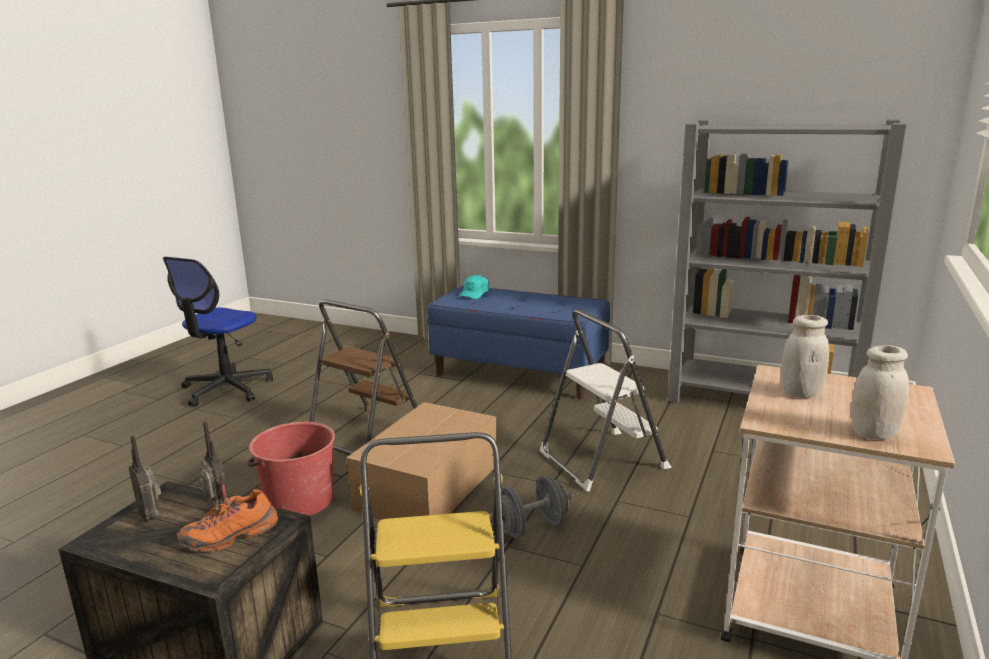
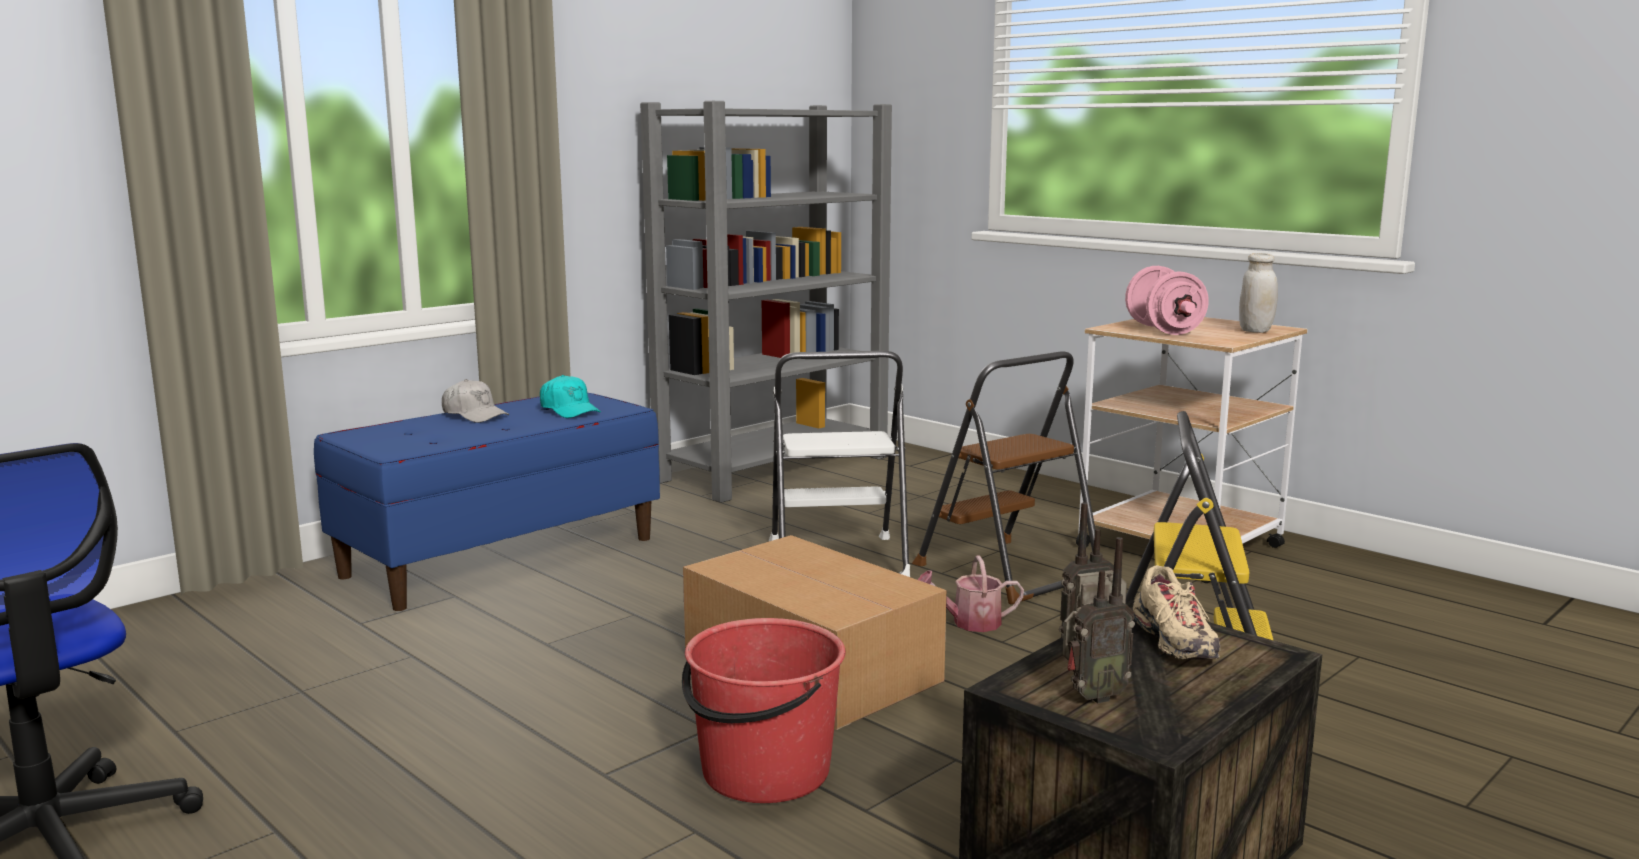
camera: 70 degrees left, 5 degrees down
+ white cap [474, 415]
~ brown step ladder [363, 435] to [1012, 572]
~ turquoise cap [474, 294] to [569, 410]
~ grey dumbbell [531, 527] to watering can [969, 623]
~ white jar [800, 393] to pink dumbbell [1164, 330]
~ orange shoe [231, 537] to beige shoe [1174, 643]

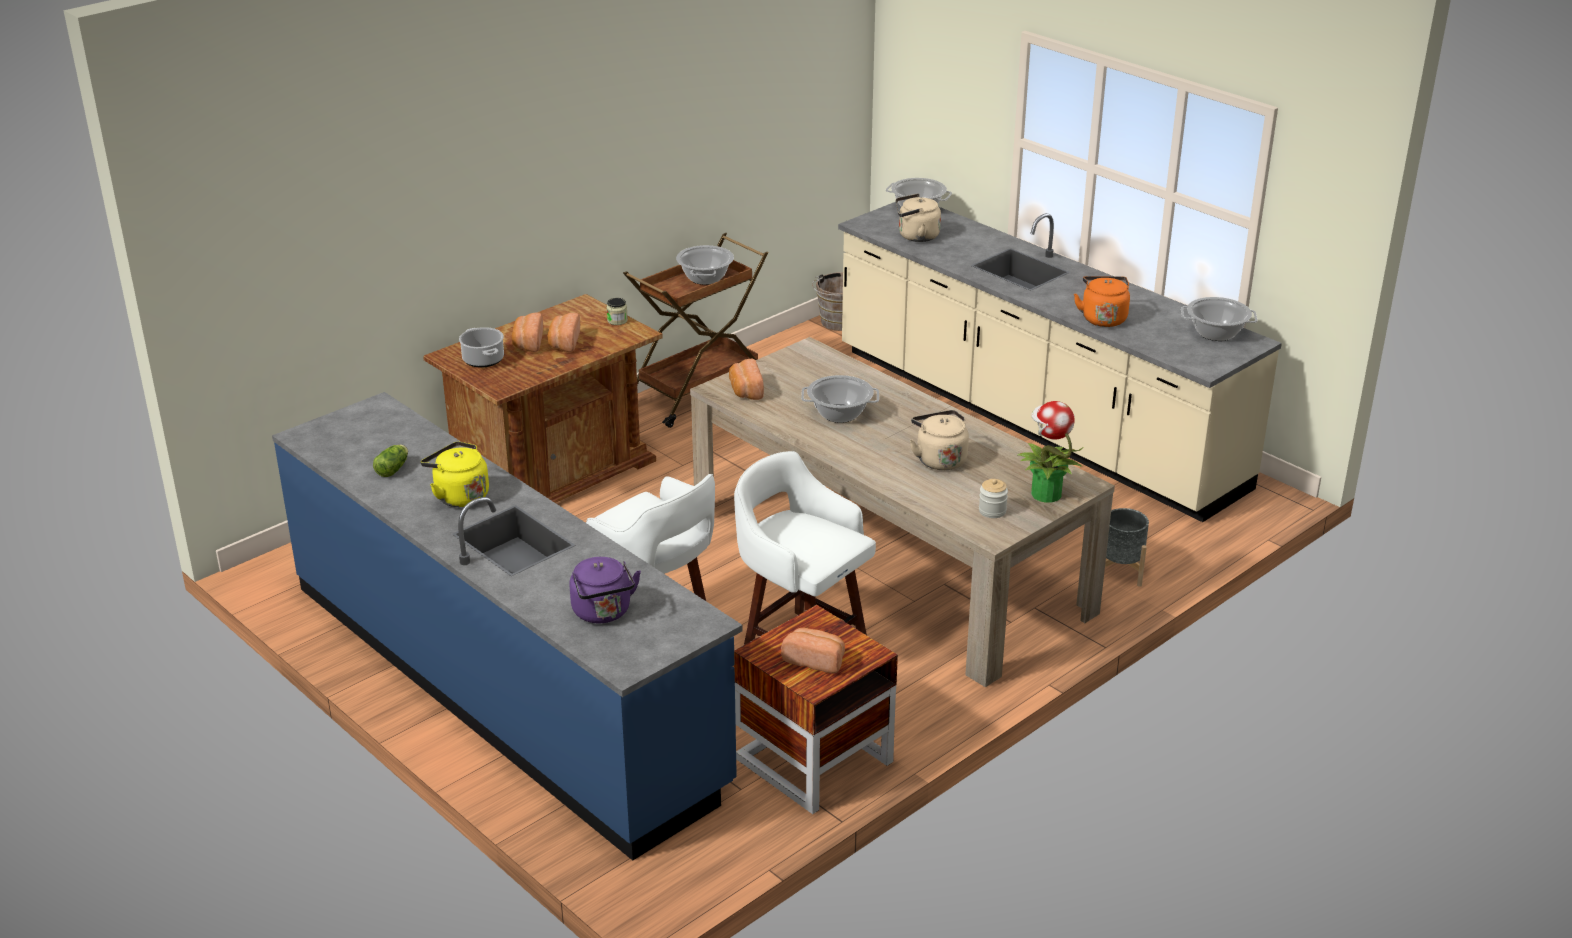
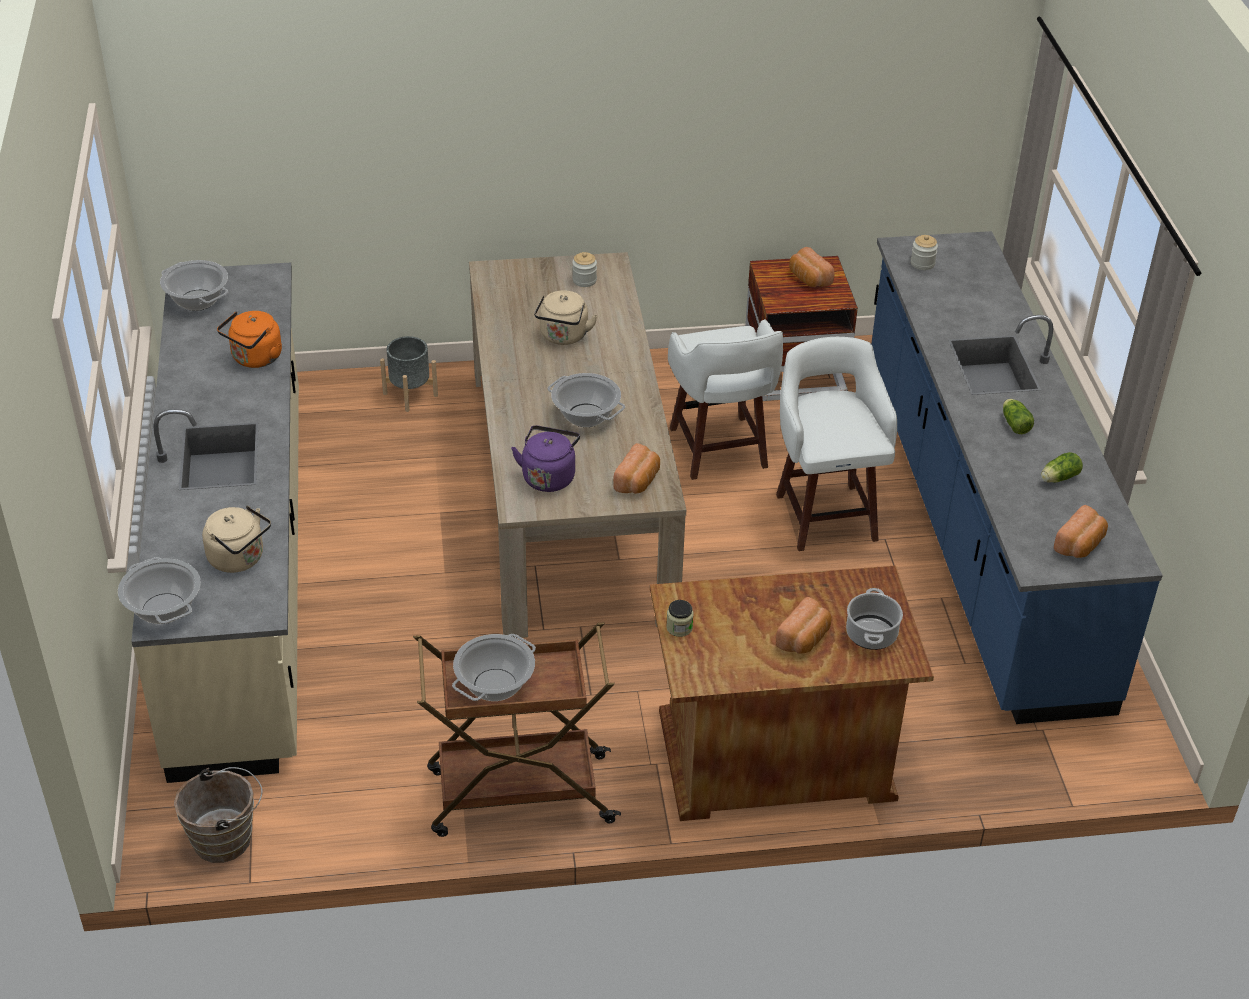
camera: 145 degrees left, 10 degrees up
- potted plant [1045, 494]
+ jar [922, 263]
~ bread [564, 343] to [1080, 545]
~ purple kettle [603, 613] to [549, 476]
~ yellow kettle [459, 496] to lettuce [1014, 423]

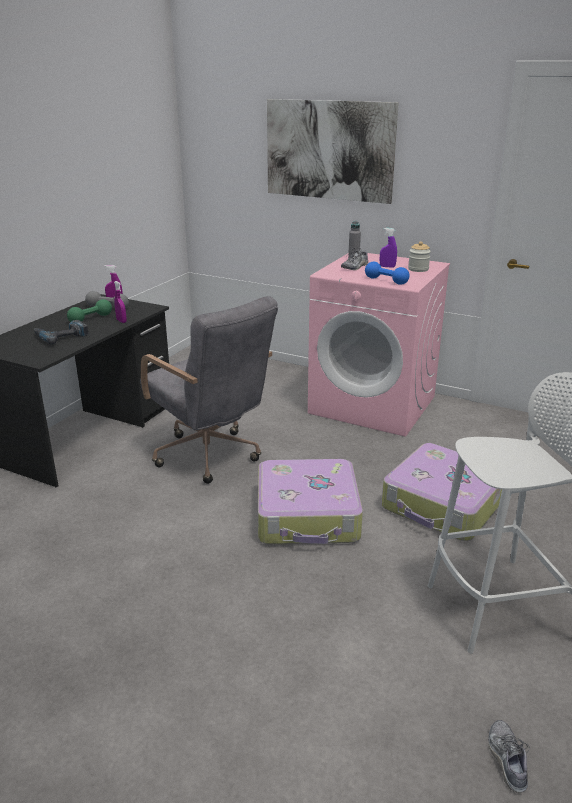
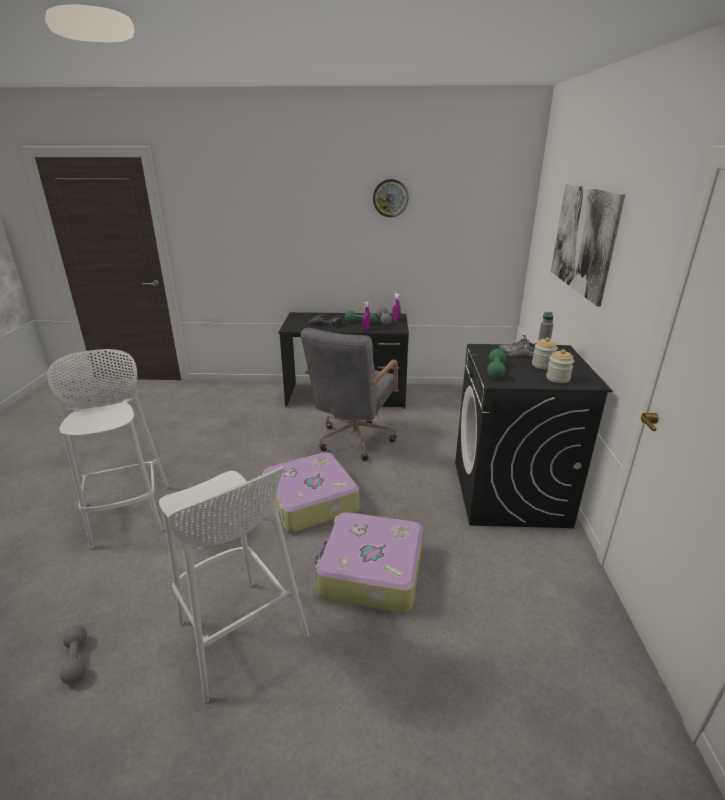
camera: 65 degrees right, 0 degrees up
+ white stool [127, 514]
+ wall clock [390, 198]
~ purple spray bottle [387, 266] to jar [542, 365]
~ shoe [507, 759] to grey dumbbell [76, 660]
~ pink washing machine [373, 404] to black washing machine [510, 493]
~ blue dumbbell [386, 281] to green dumbbell [495, 371]

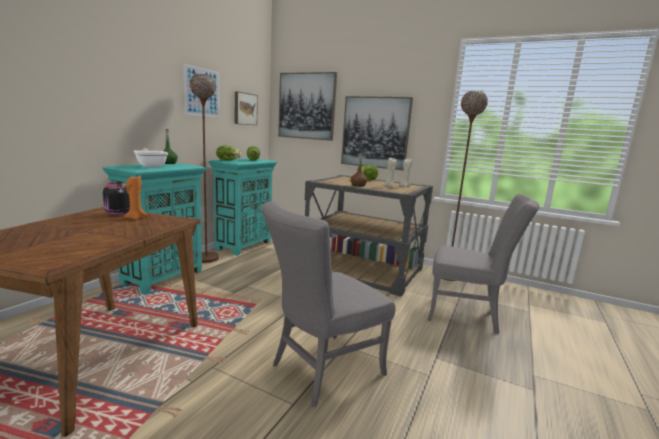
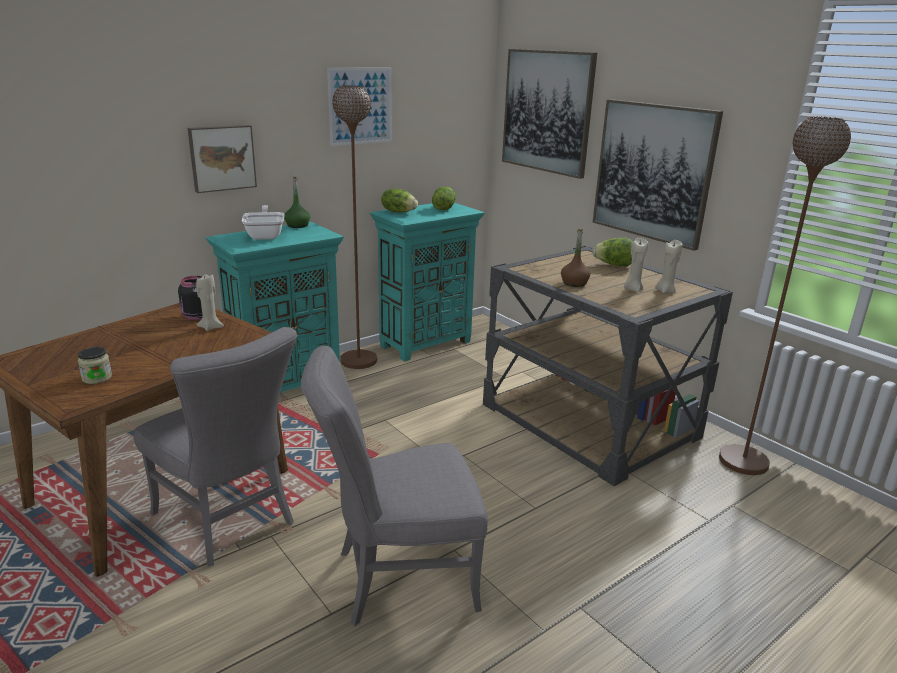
camera: 25 degrees right, 10 degrees up
+ jar [97, 378]
~ picture [244, 109] to [222, 158]
~ grey chair [468, 315] to [230, 521]
~ orange candle [136, 218] to beige candle [211, 327]

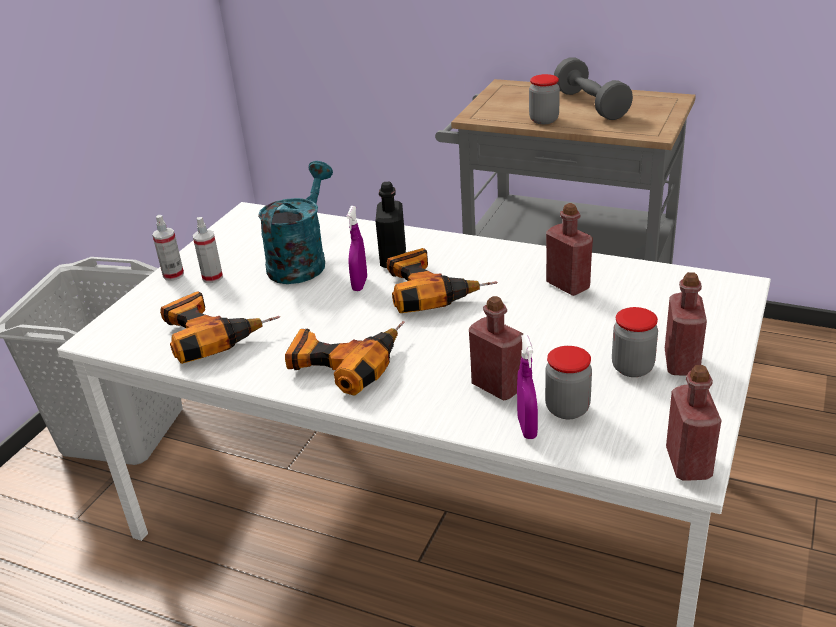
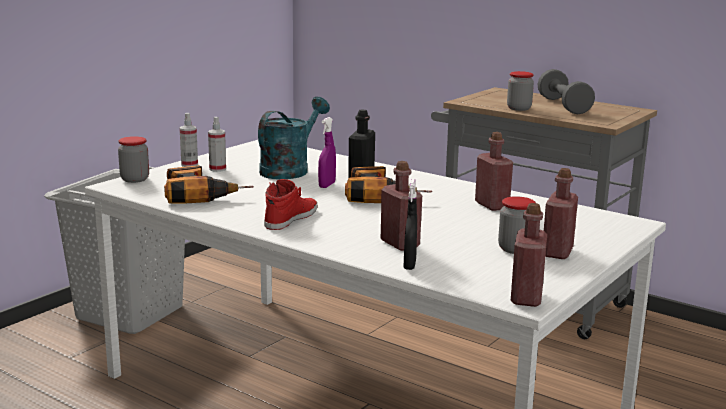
camera: 10 degrees right, 15 degrees down
~ jar [567, 409] to [135, 179]
~ power drill [344, 362] to red shoe [290, 218]
~ purple spray bottle [527, 428] to black spray bottle [409, 265]

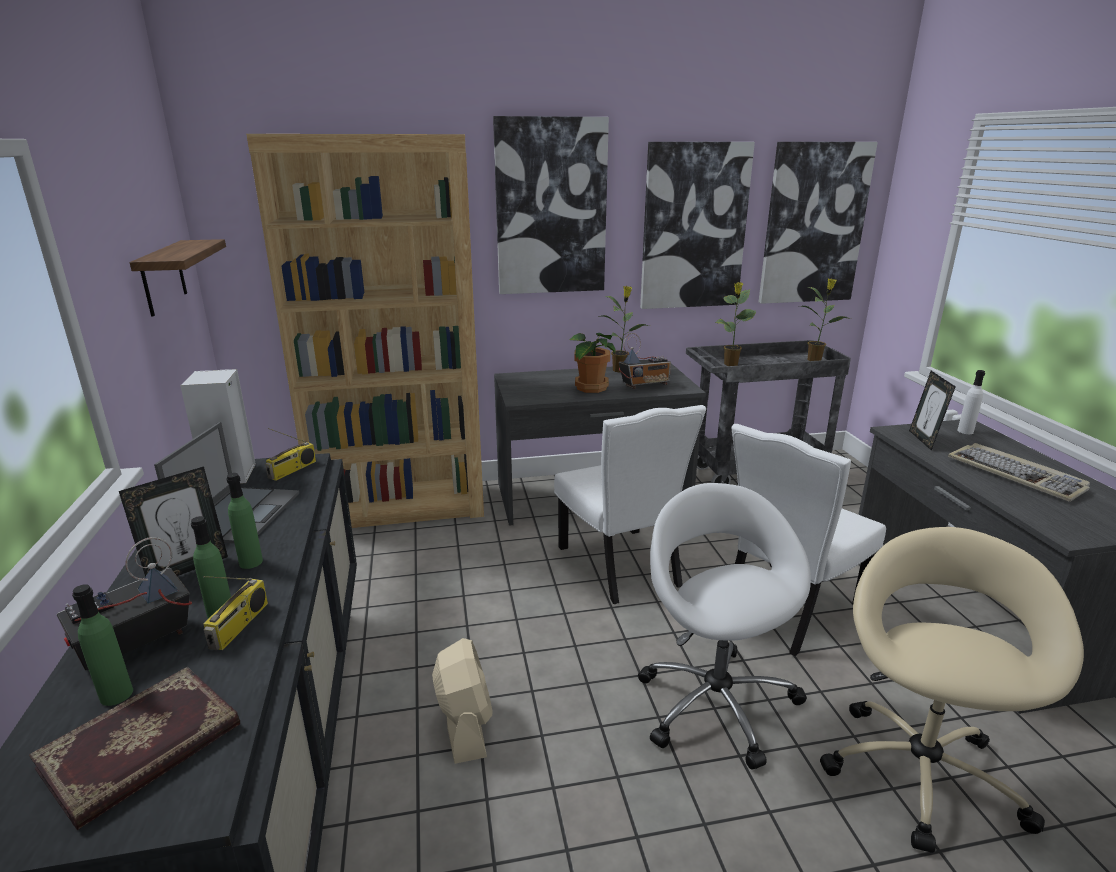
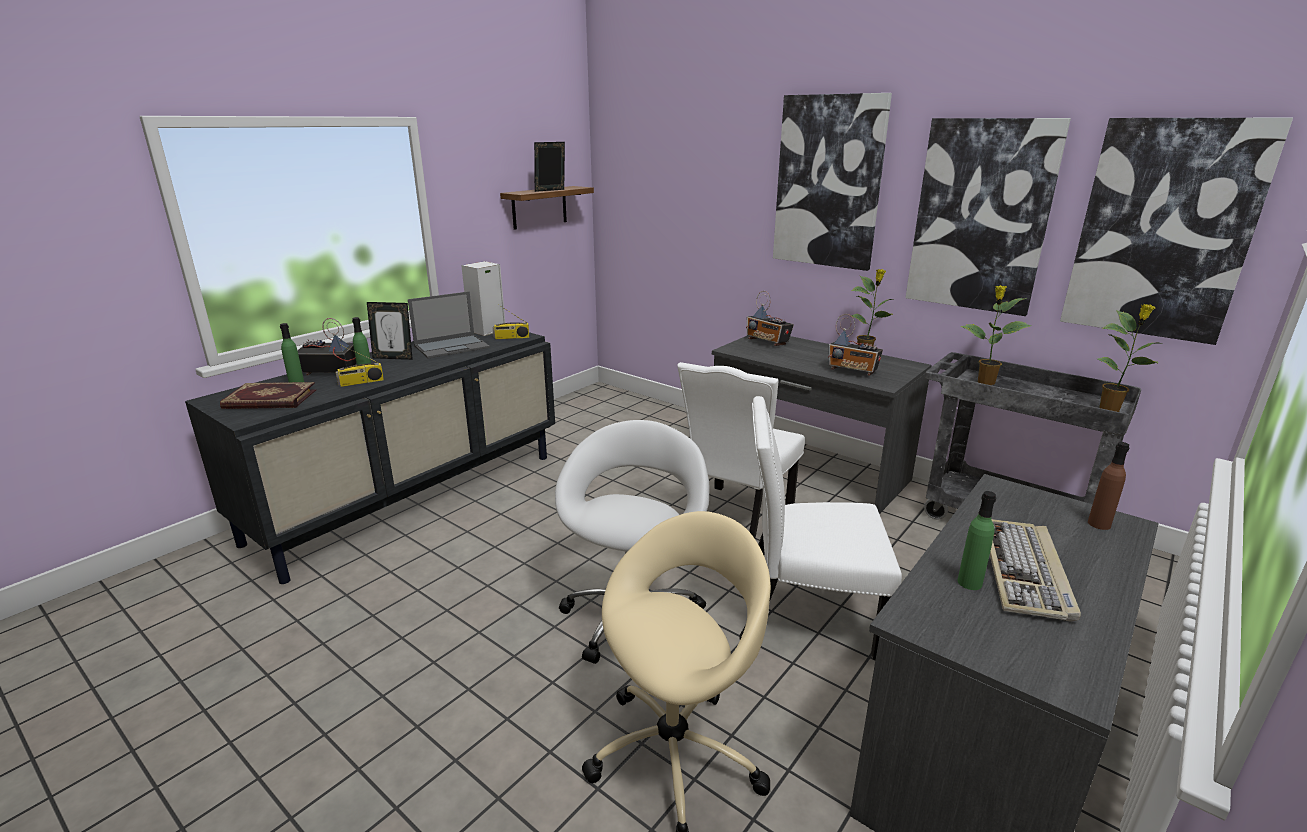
camera: 50 degrees right, 0 degrees up
- brown bookcase [401, 507]
- beige fan [465, 724]
- potted plant [590, 388]
+ radio [767, 342]
~ green bottle [251, 562] to [969, 583]
~ picture frame [924, 440] to [551, 190]
~ white bottle [965, 431] to brown bottle [1099, 524]

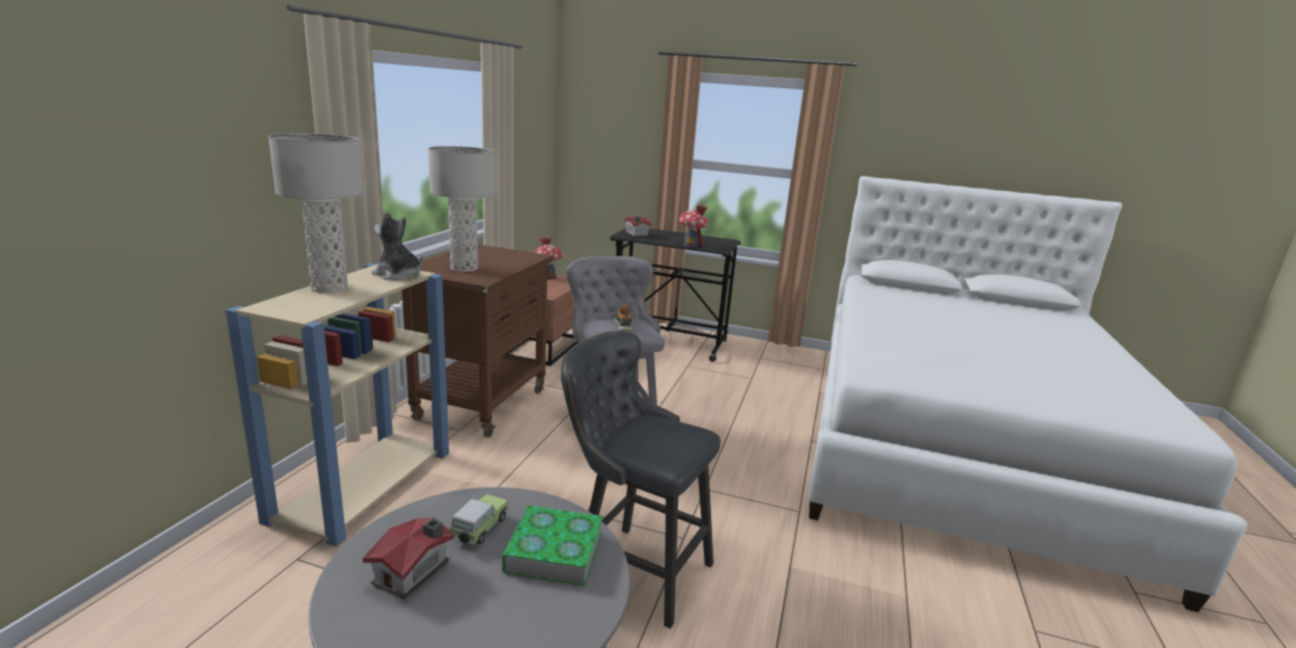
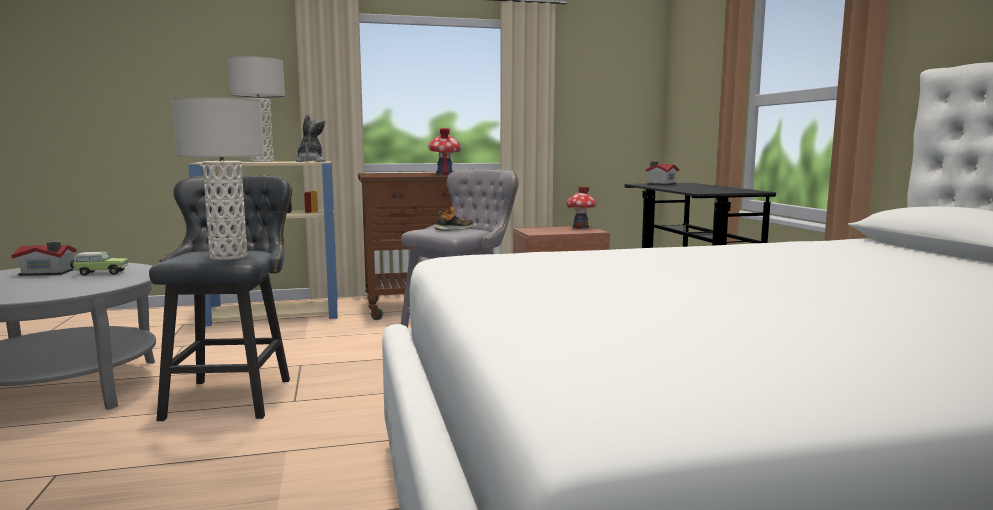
camera: 60 degrees right, 10 degrees down
- book [554, 552]
~ white table lamp [464, 268] to [229, 257]
~ toy house [691, 245] to [444, 174]

